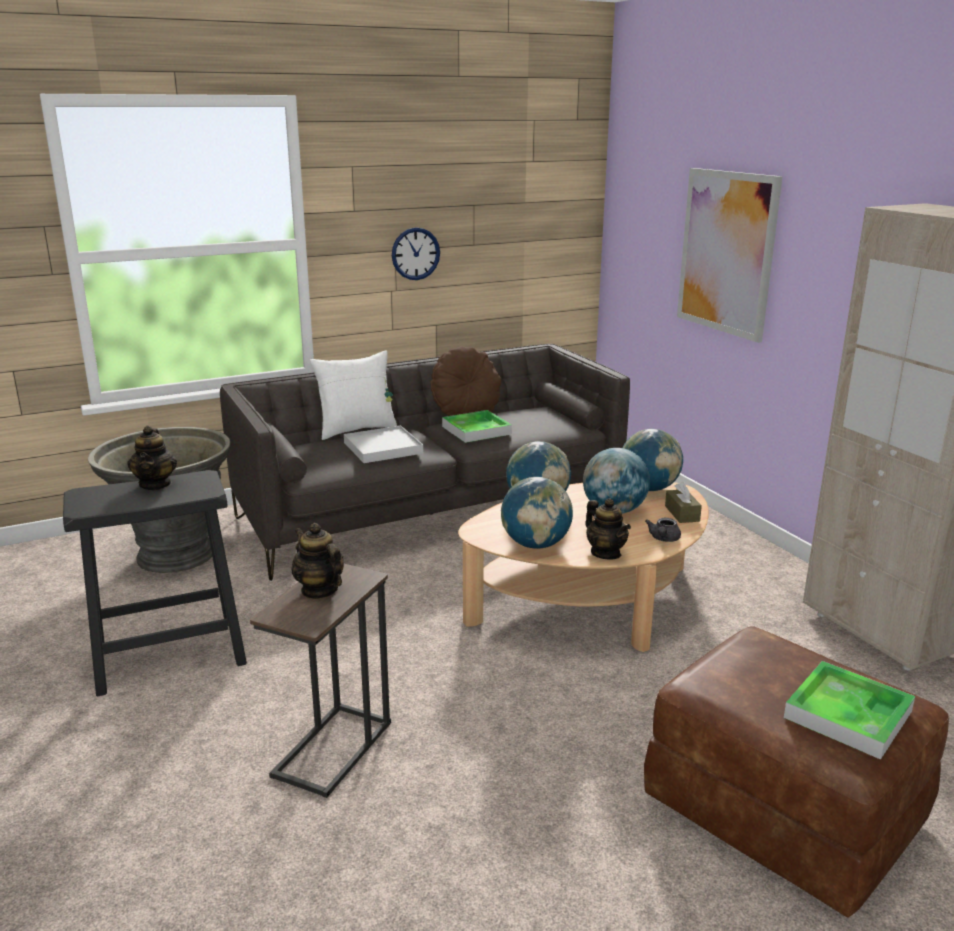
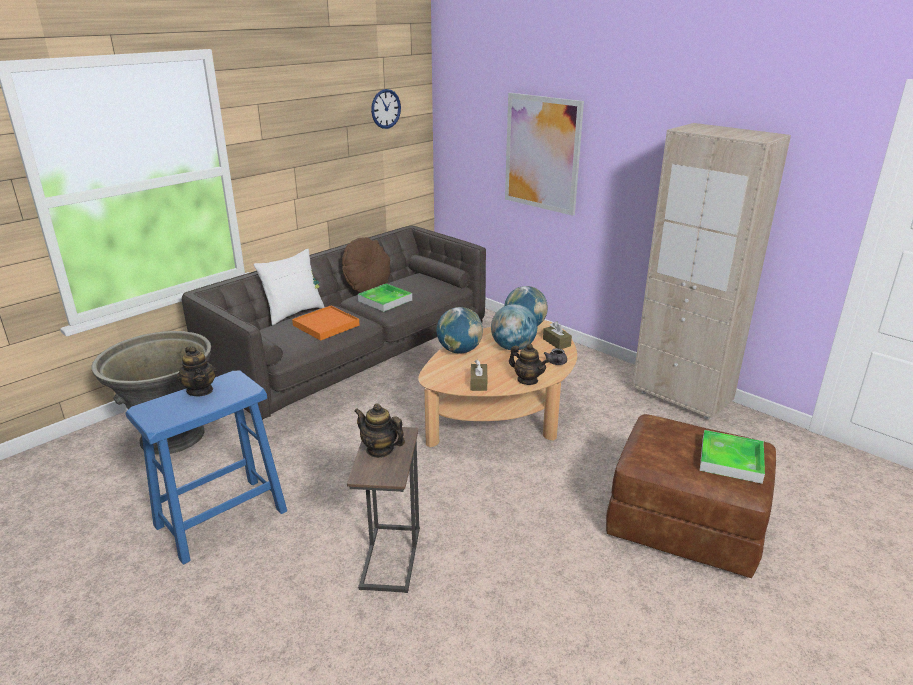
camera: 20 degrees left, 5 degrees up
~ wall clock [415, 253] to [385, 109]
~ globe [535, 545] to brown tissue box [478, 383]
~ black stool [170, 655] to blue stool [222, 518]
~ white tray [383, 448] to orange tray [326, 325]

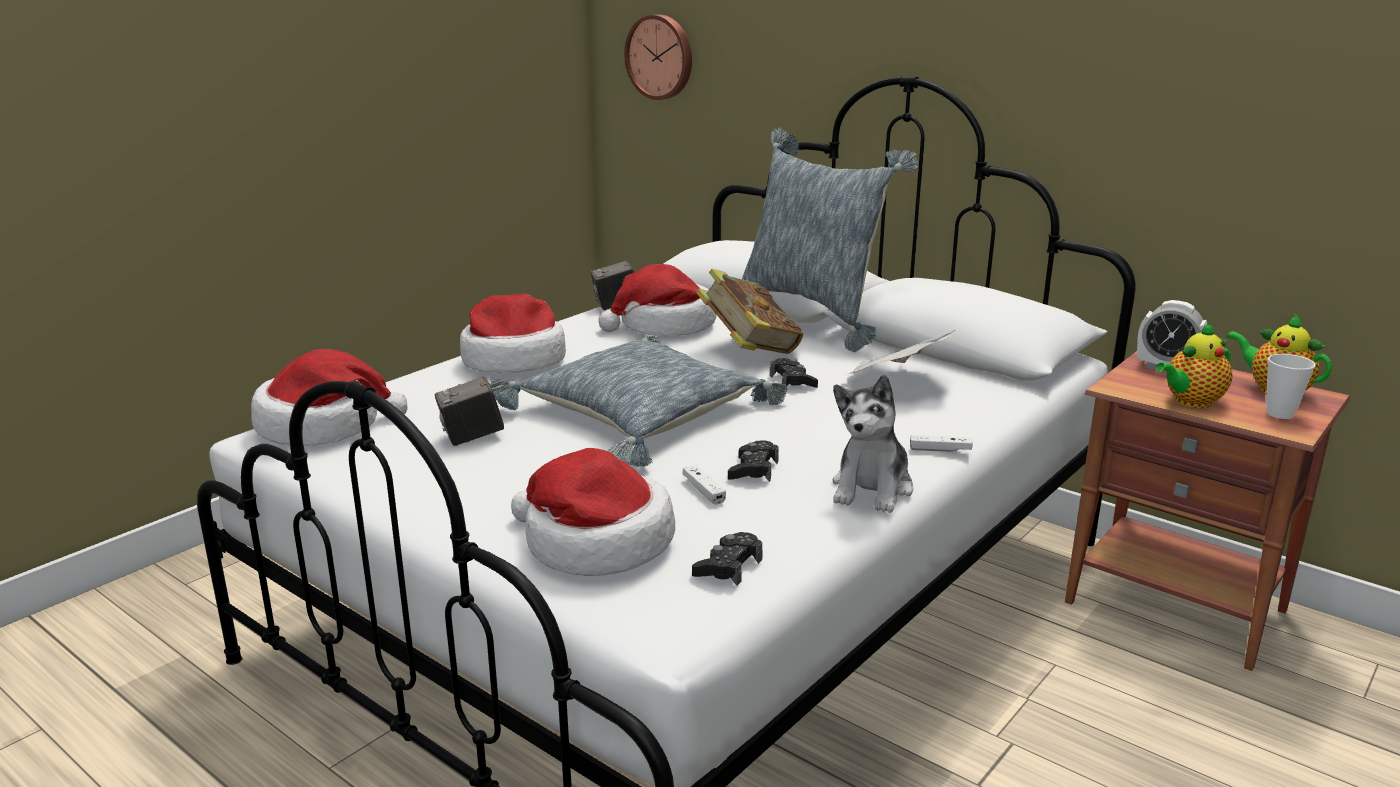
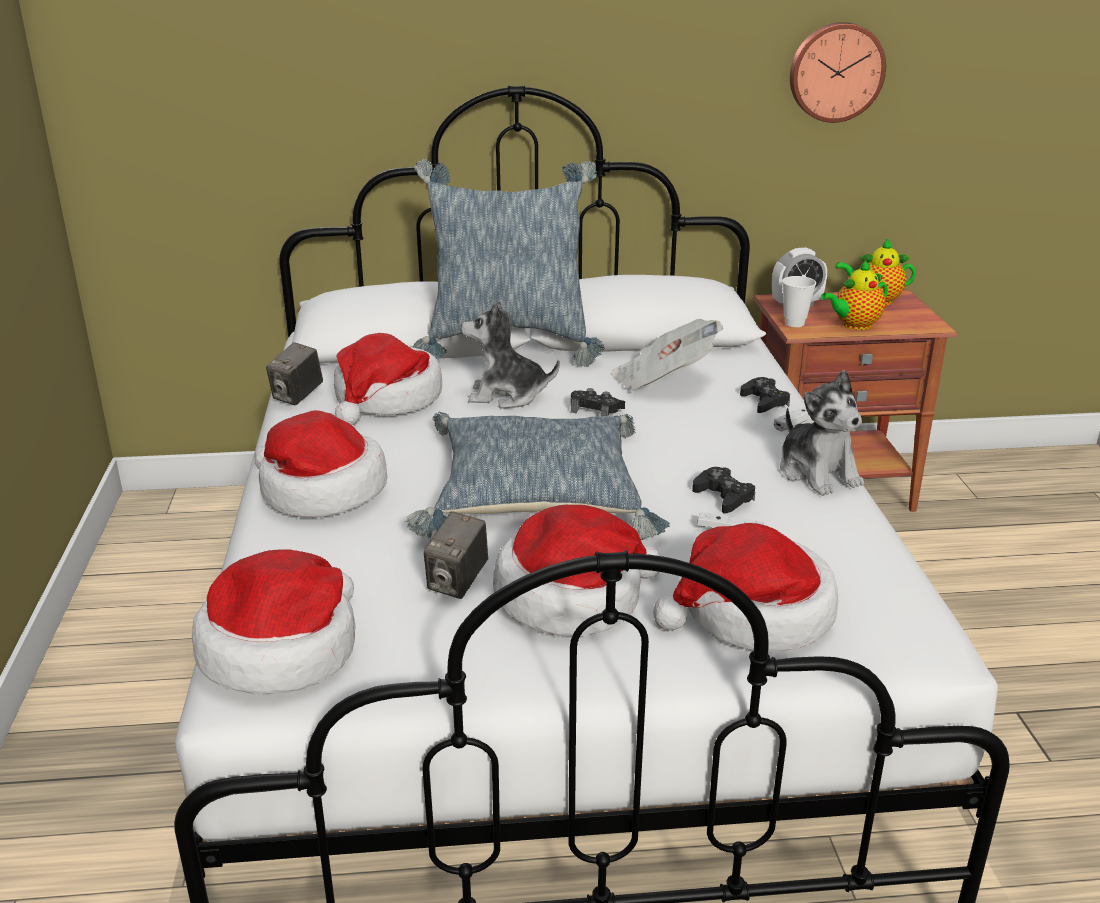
camera: 45 degrees left, 5 degrees up
+ hat [572, 597]
~ wall clock [661, 57] to [835, 72]
~ black game controller [728, 567] to [764, 402]
~ cup [1279, 414] to [794, 323]
~ book [749, 350] to plush toy [507, 395]
~ teapot [1190, 402] = [854, 325] 45 degrees clockwise

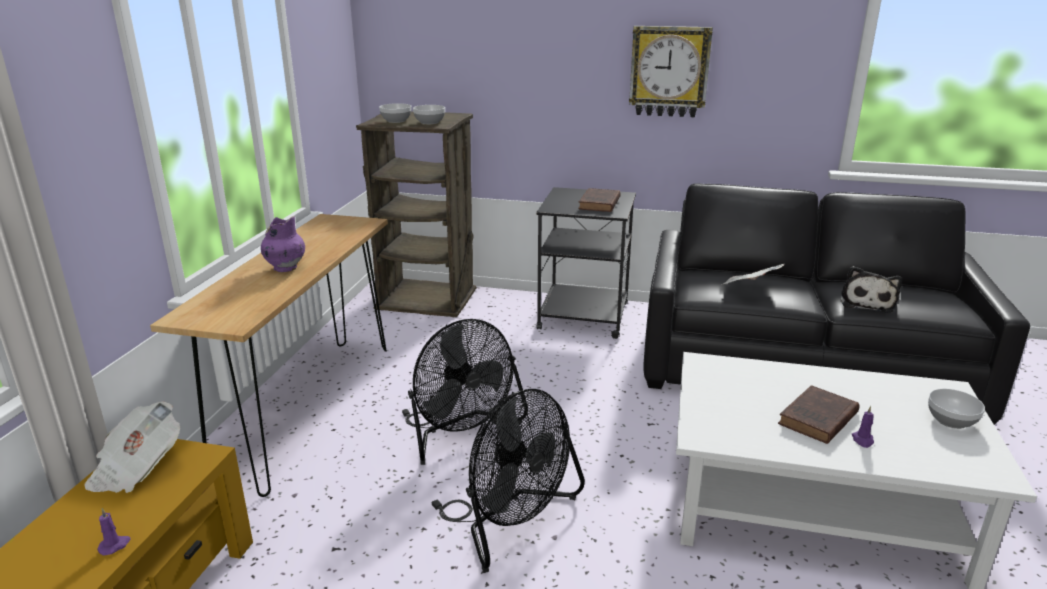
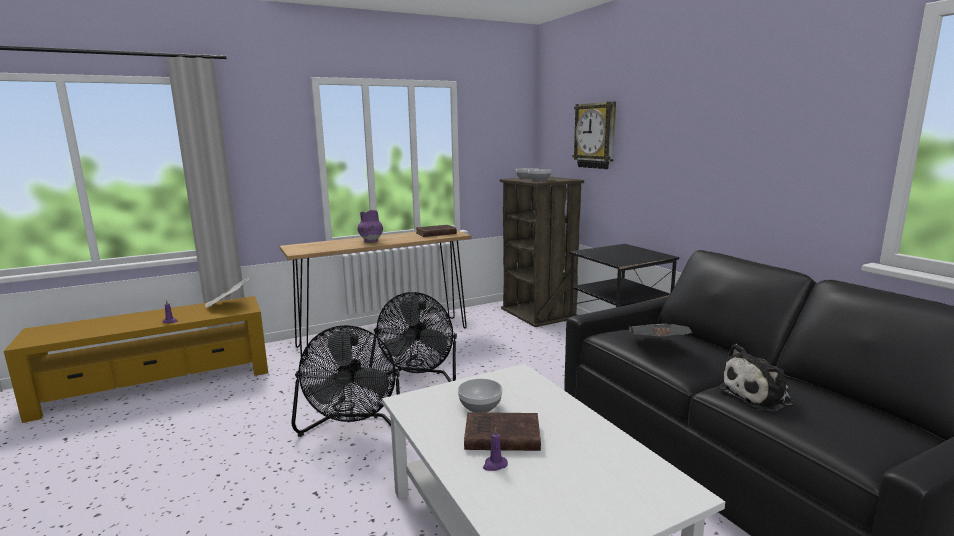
camera: 50 degrees right, 10 degrees down
~ brown book [599, 204] to [435, 233]
~ wall clock [669, 71] to [596, 136]
~ bowl [952, 420] to [480, 407]

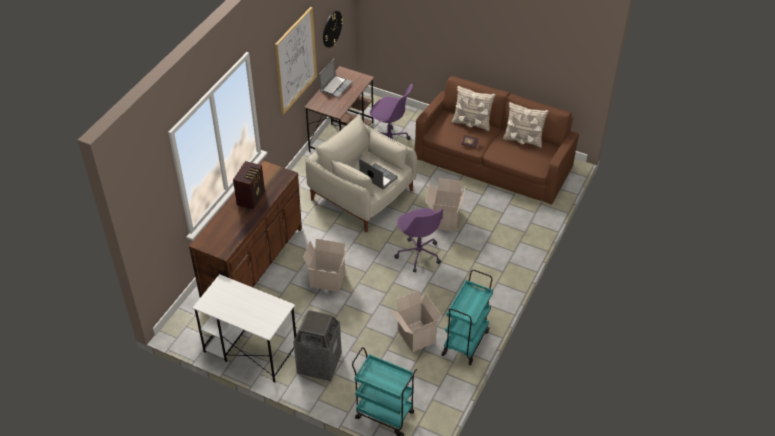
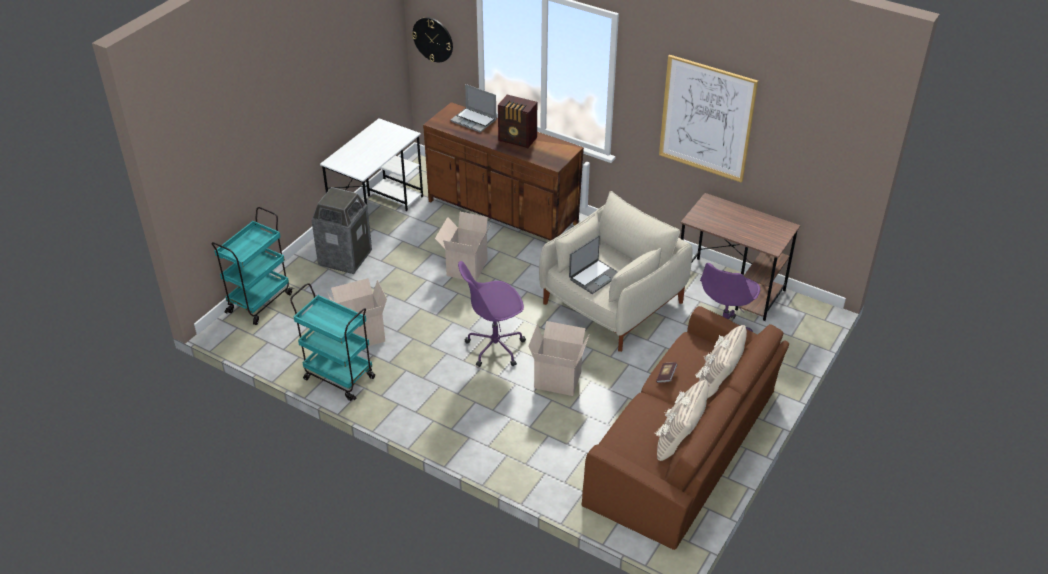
camera: 95 degrees right, 5 degrees down
~ laptop [336, 86] to [474, 121]
~ wall clock [332, 29] to [433, 39]

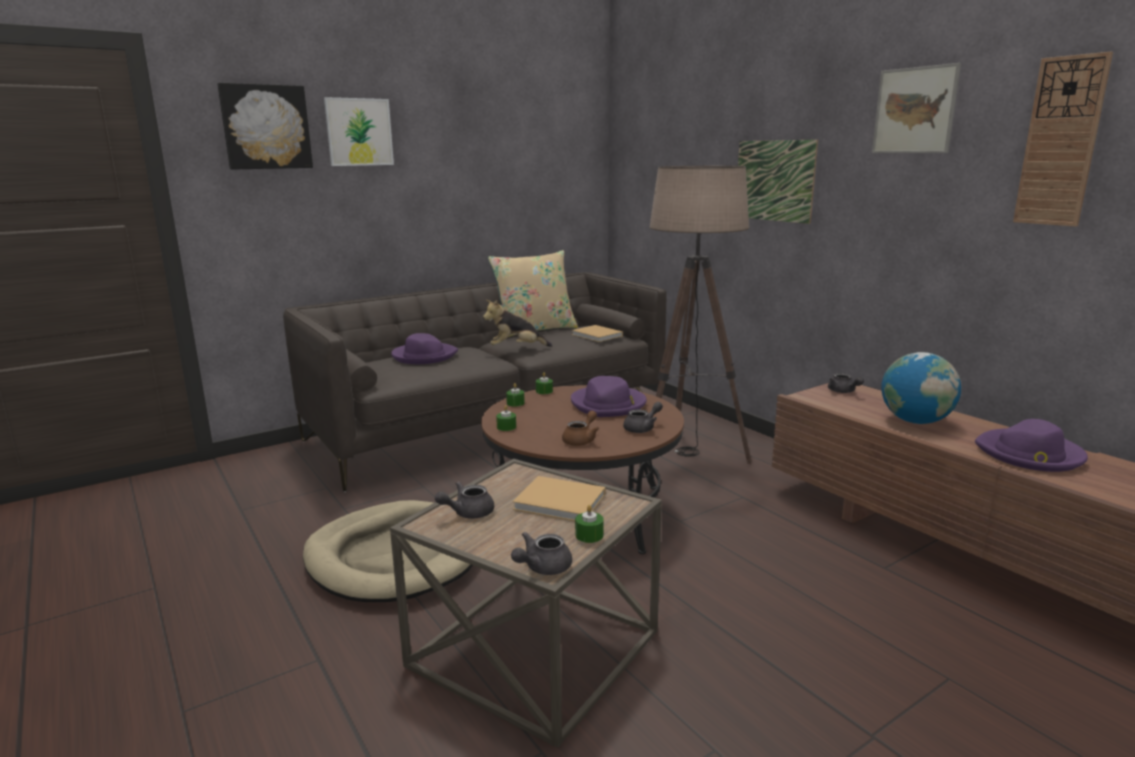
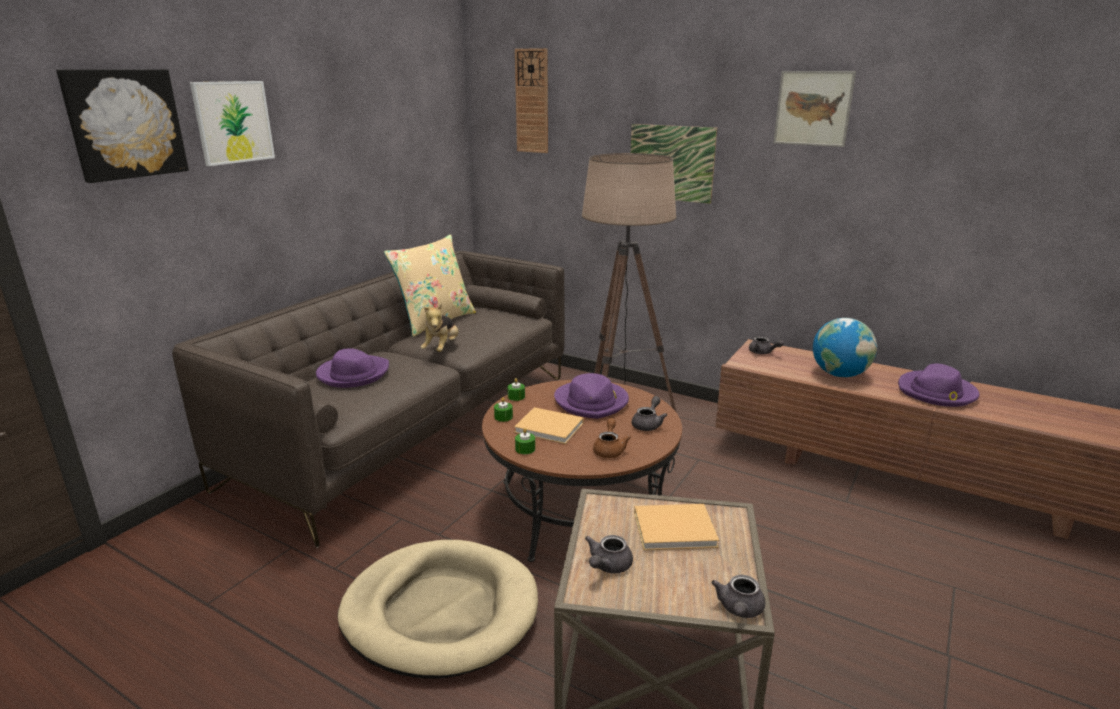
camera: 25 degrees left, 5 degrees up
- green candle [589, 535]
~ beige book [598, 335] to [551, 428]
~ wall clock [1060, 142] to [532, 101]
~ plush toy [516, 348] = [442, 348] 45 degrees counterclockwise

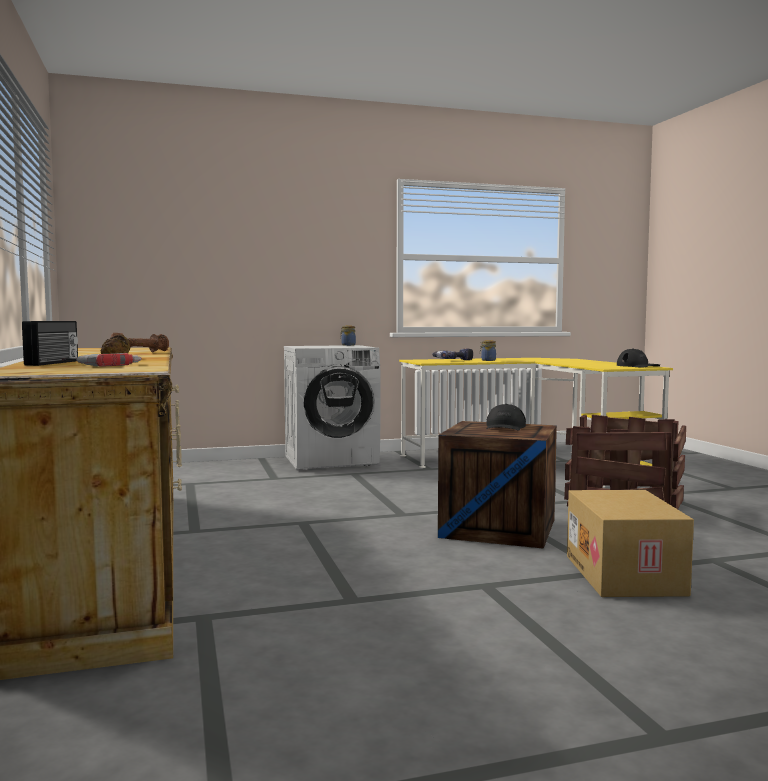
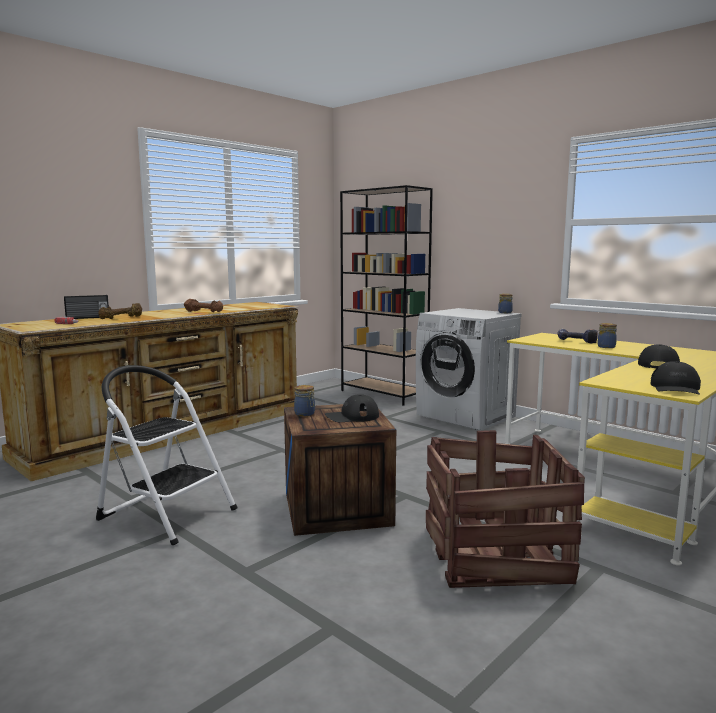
camera: 60 degrees right, 5 degrees up
- cardboard box [626, 575]
+ step ladder [165, 513]
+ jar [305, 414]
+ beige bookcase [384, 394]
+ black cap [658, 364]

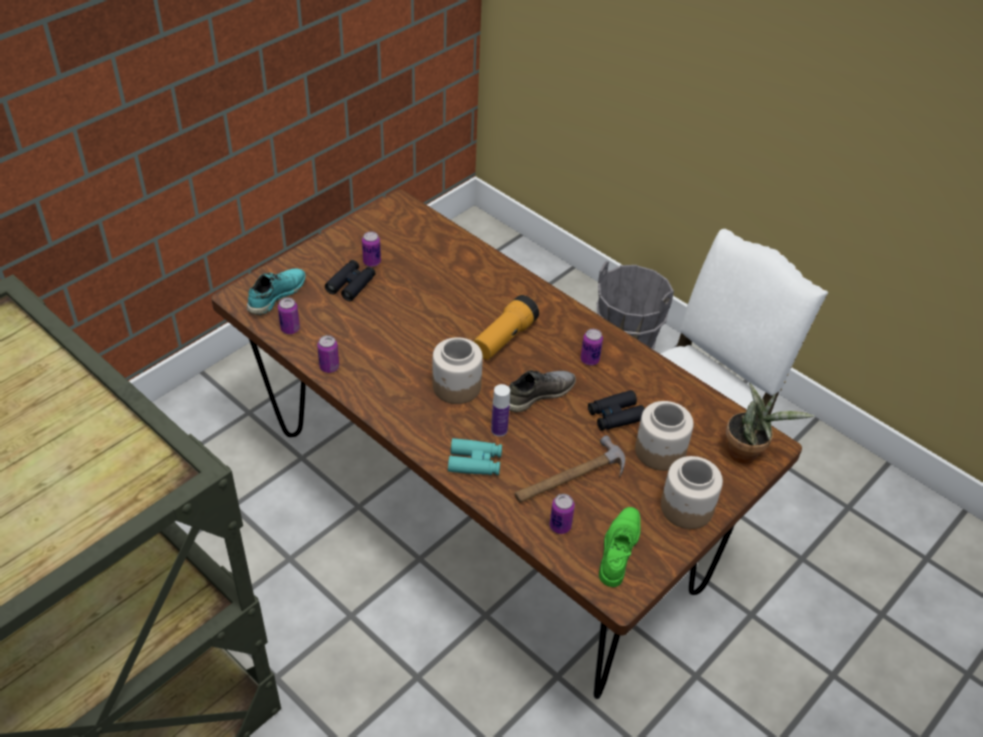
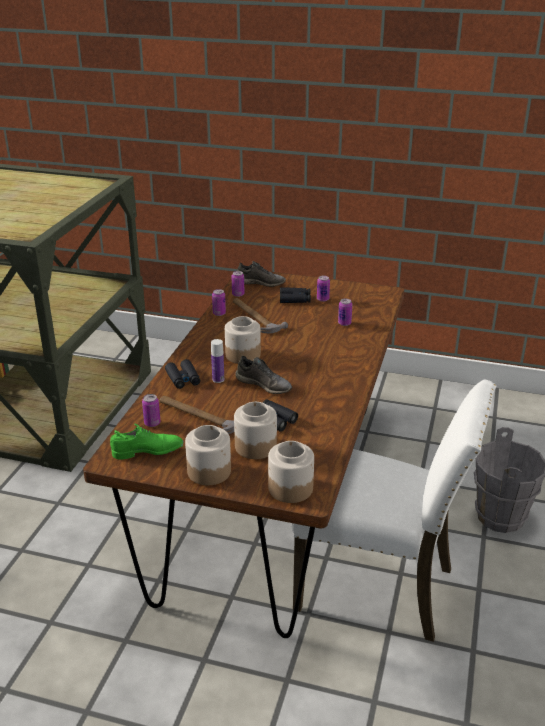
camera: 65 degrees right, 15 degrees down
- flashlight [504, 339]
+ hammer [254, 317]
~ can [589, 360] to [344, 323]
~ potted plant [747, 453] to jar [290, 488]
~ turquoise shoe [276, 295] to grey shoe [260, 283]
~ turquoise binoculars [475, 462] to black binoculars [183, 379]

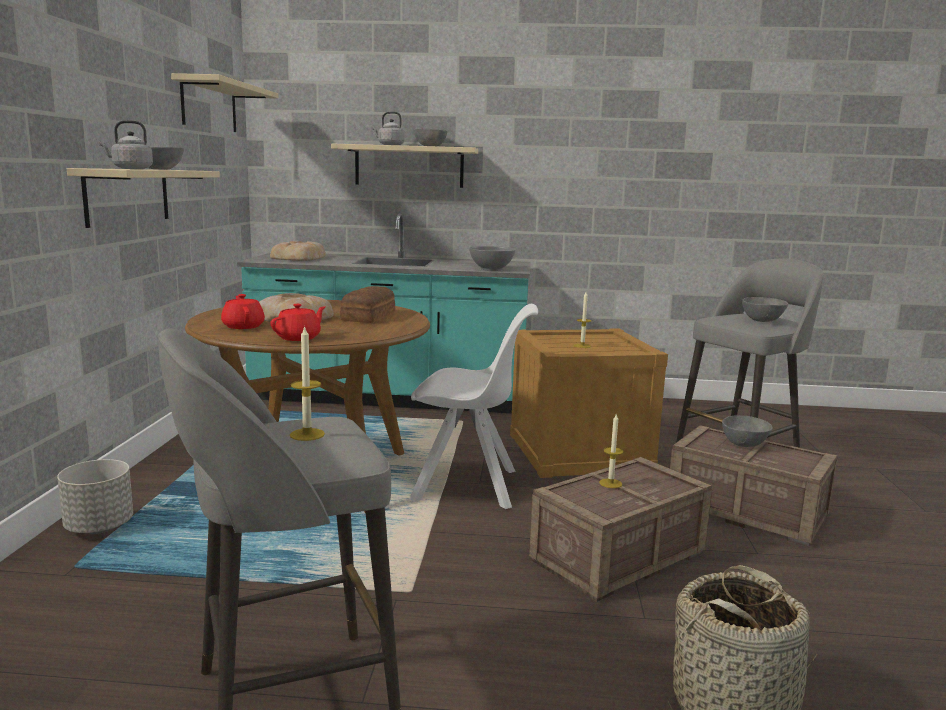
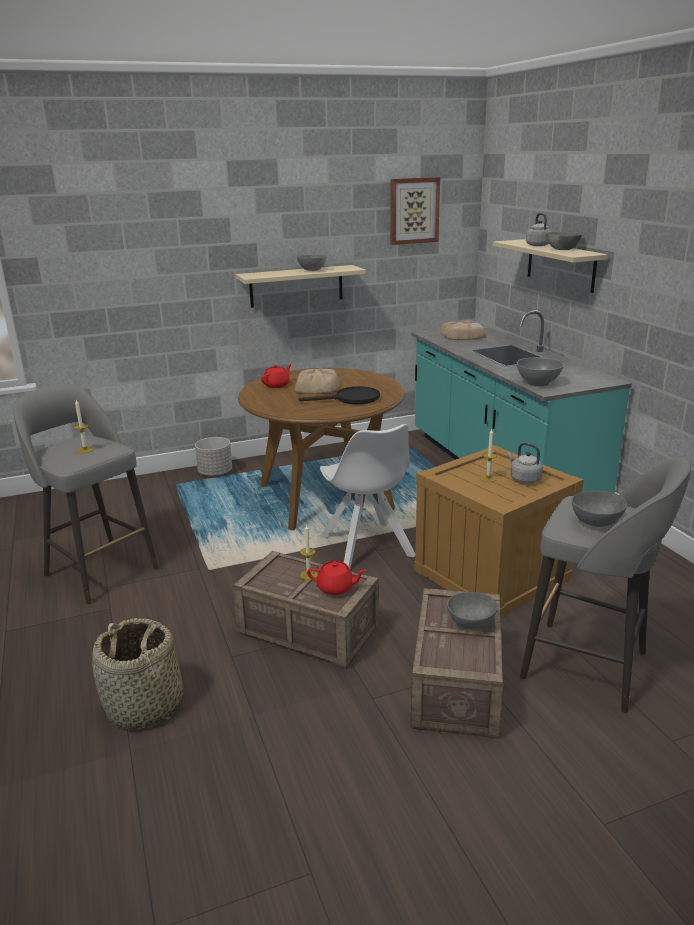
camera: 65 degrees right, 10 degrees up
~ grey kettle [130, 168] to [524, 479]
~ red teapot [299, 338] to [336, 588]
~ beige shelf [209, 106] to picture [413, 210]
~ bread [370, 316] to black frying pan [351, 399]

